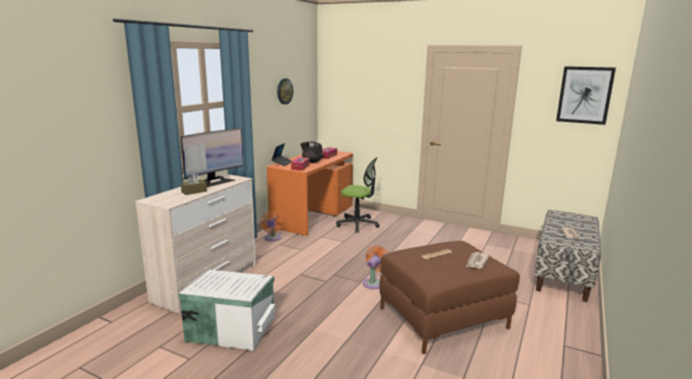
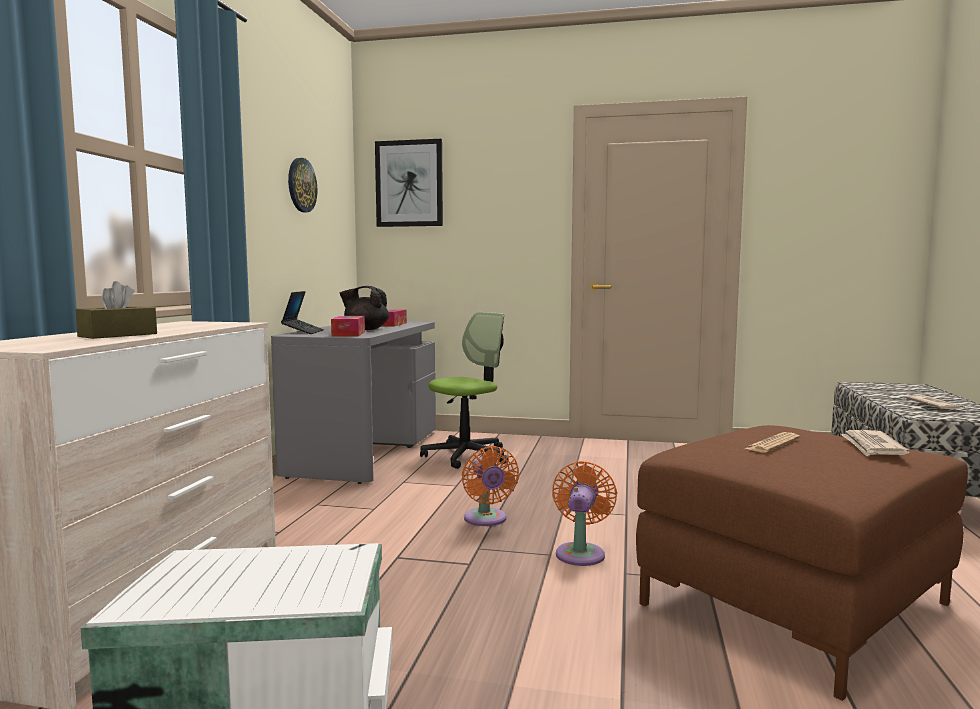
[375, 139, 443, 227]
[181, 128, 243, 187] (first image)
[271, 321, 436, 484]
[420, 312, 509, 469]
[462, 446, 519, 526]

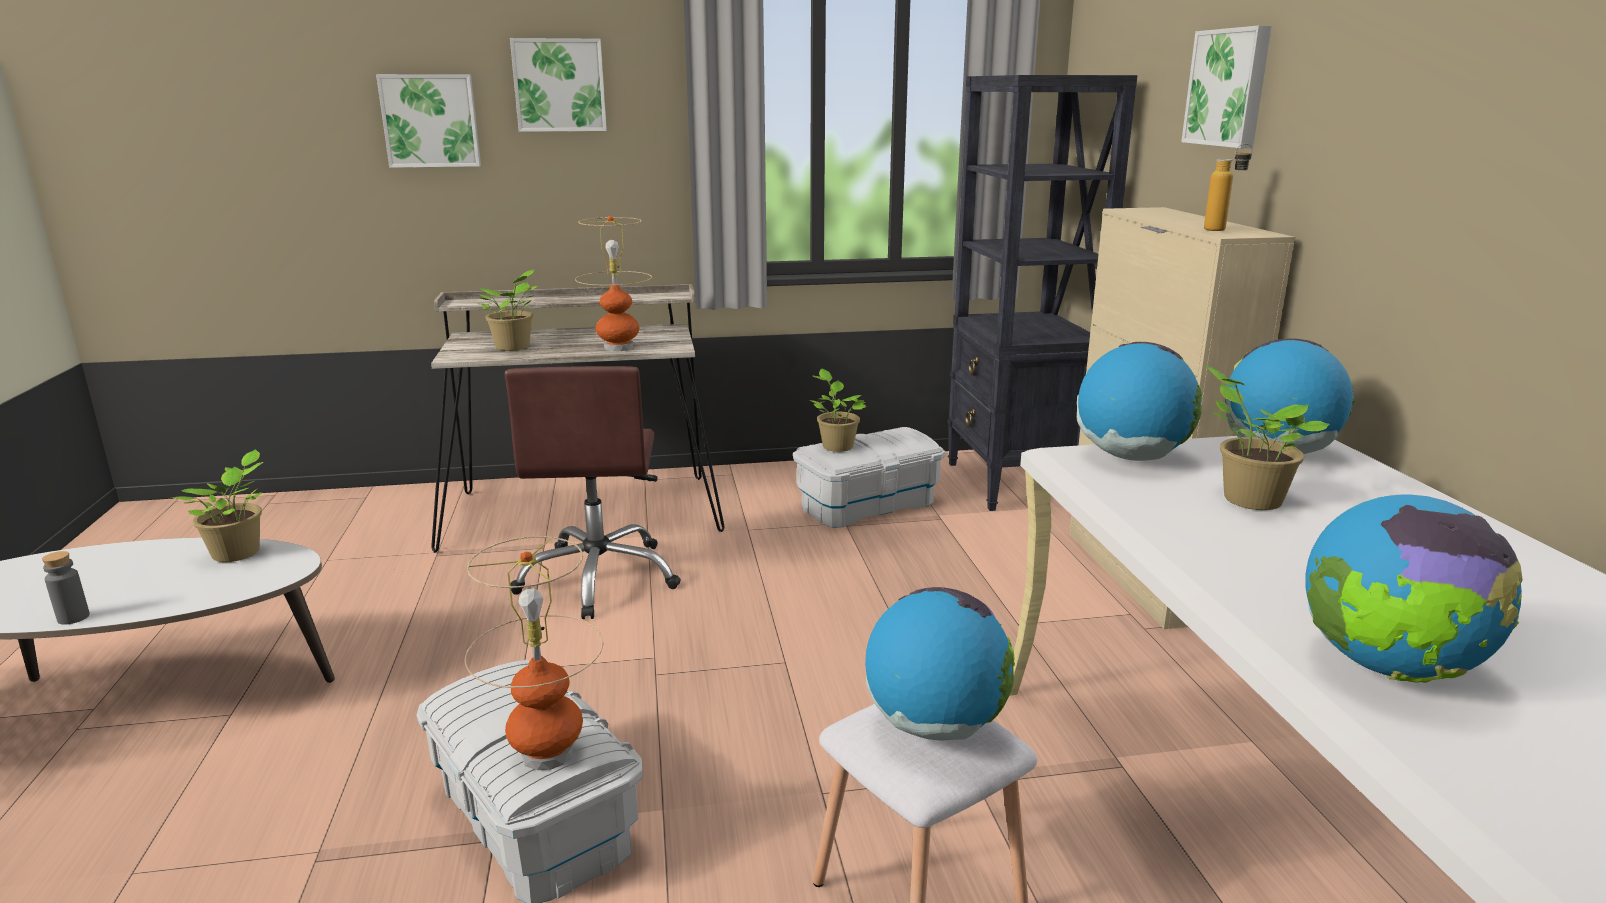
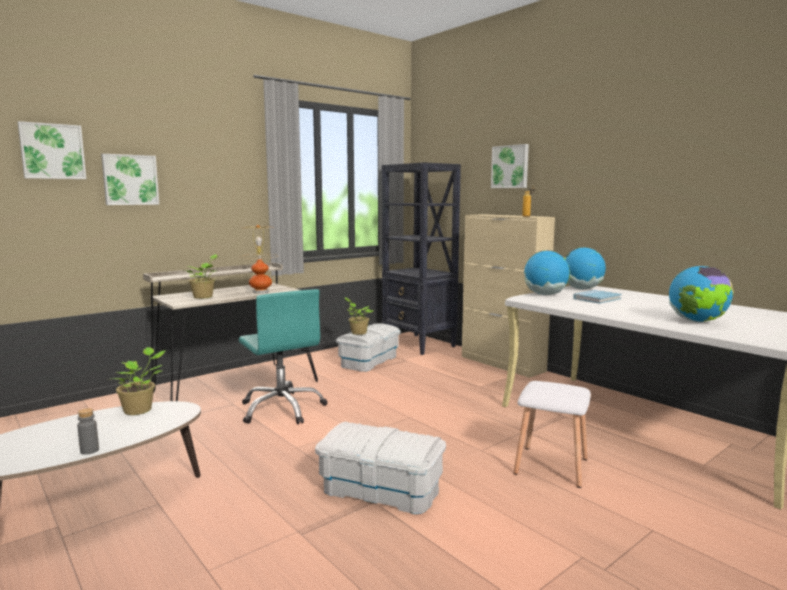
[18, 121, 86, 179]
[573, 290, 622, 304]
[239, 289, 328, 424]
[465, 536, 603, 770] (first image)
[865, 587, 1015, 740] (first image)

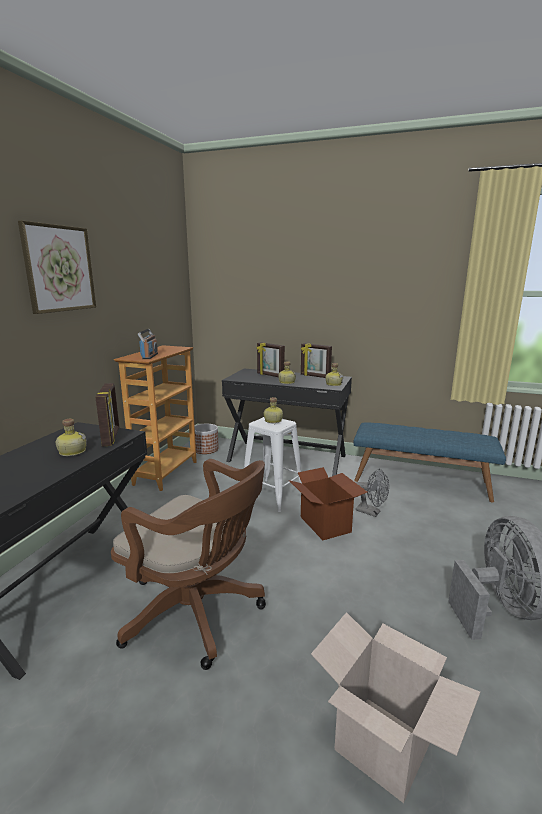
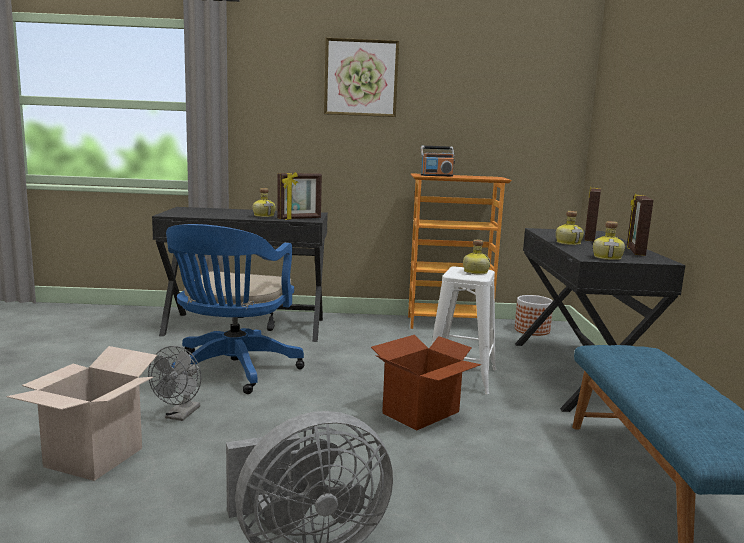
[166, 224, 304, 394]
[148, 346, 201, 421]

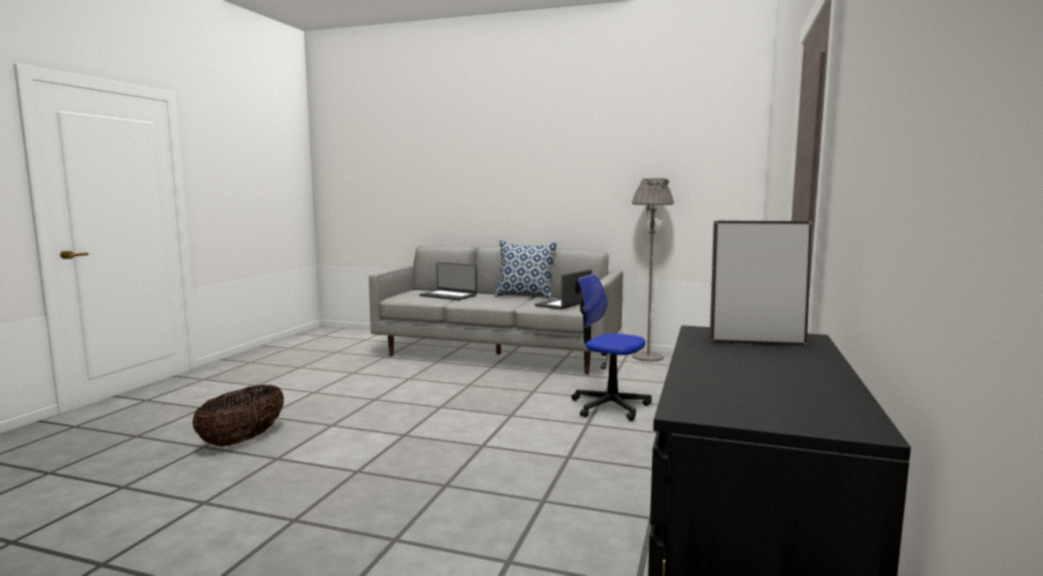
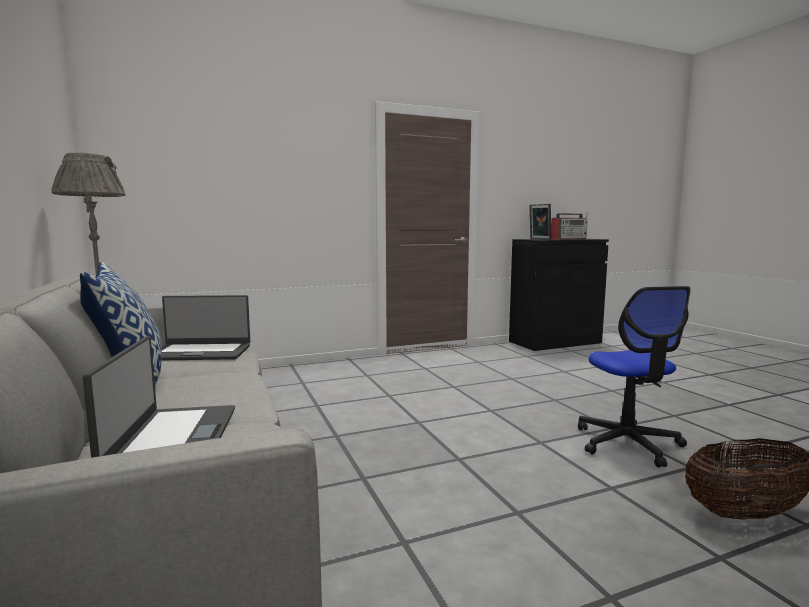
[578, 286, 691, 467]
[551, 213, 588, 240]

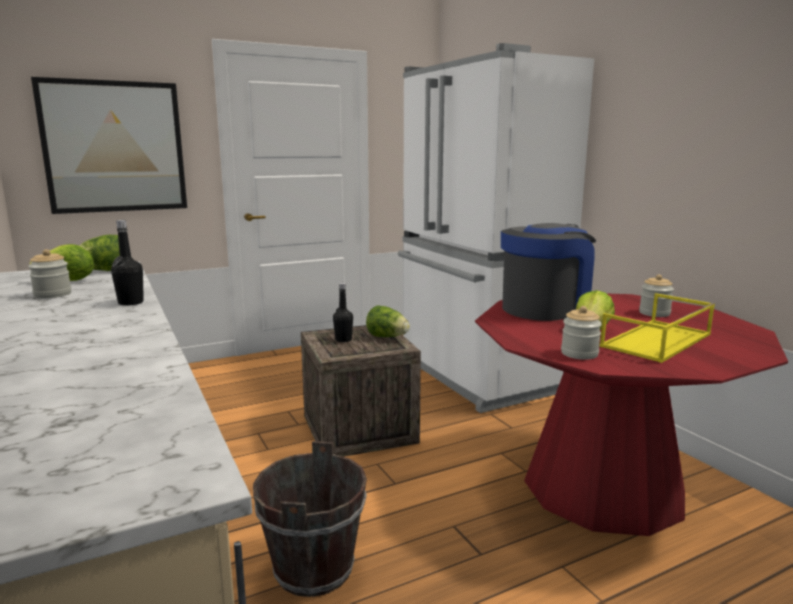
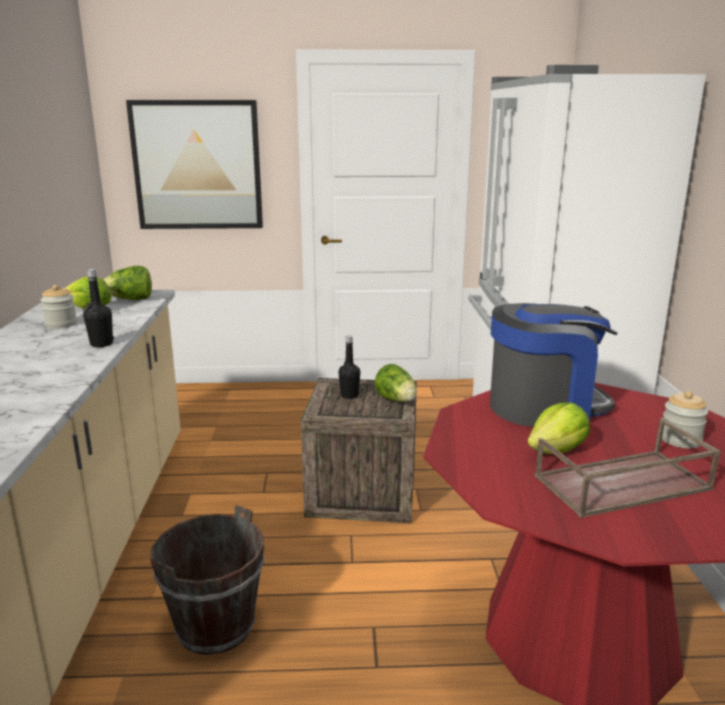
[535, 418, 721, 518]
[561, 306, 602, 360] (first image)

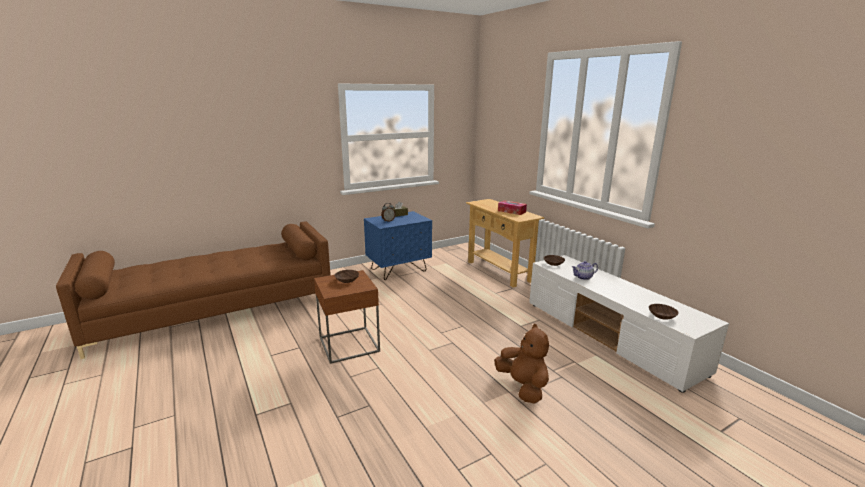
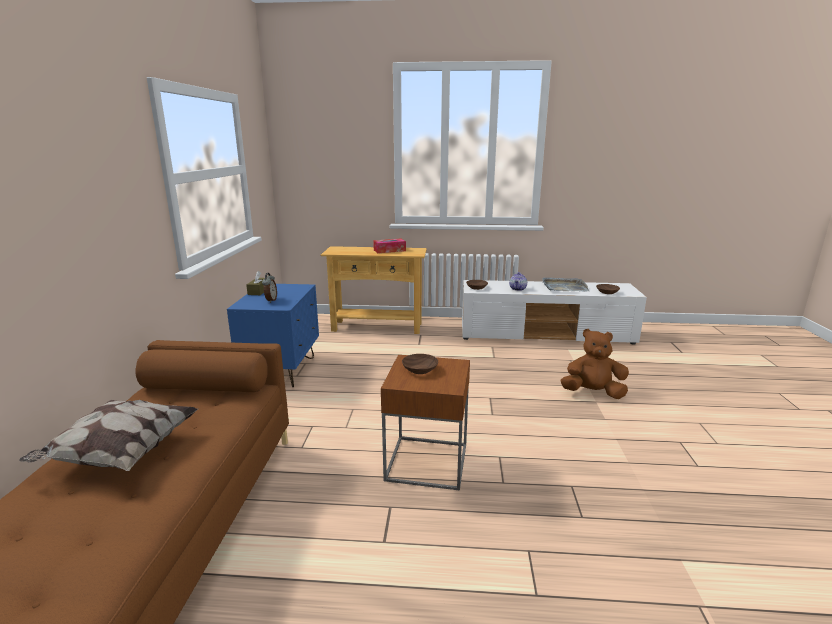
[542, 277, 589, 292]
[19, 400, 198, 471]

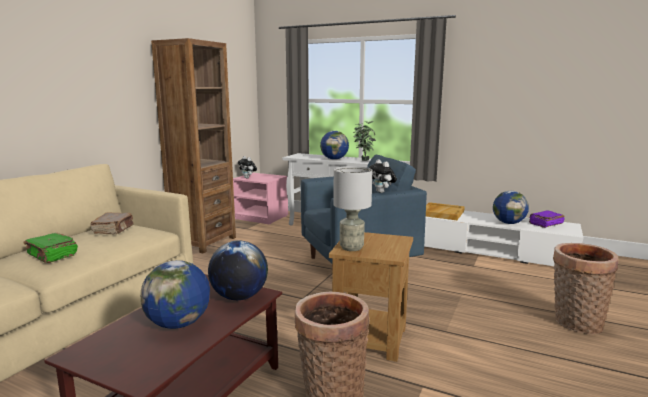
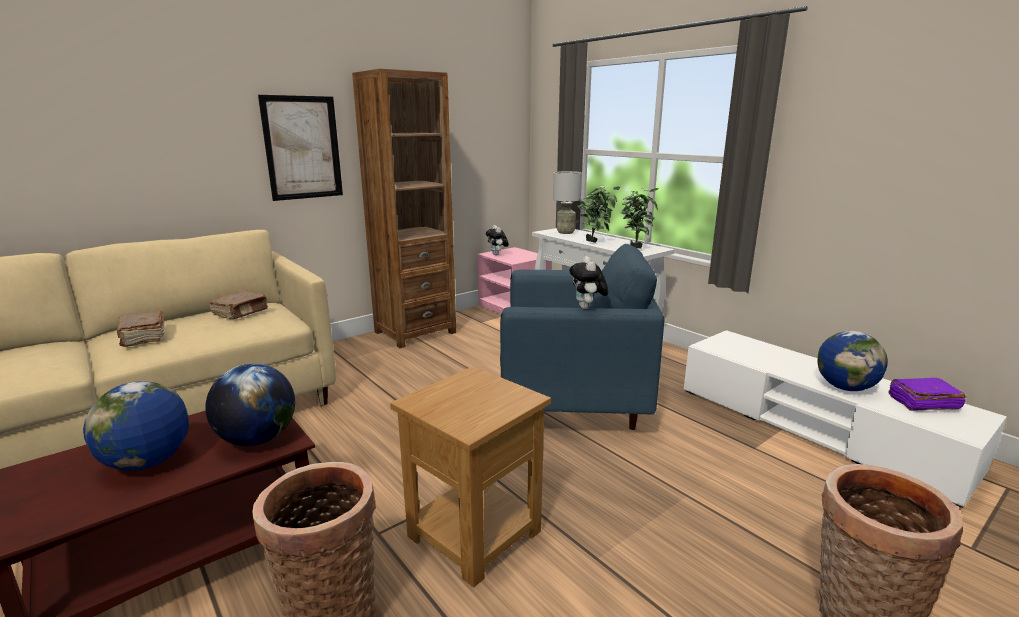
[577, 185, 620, 243]
[553, 171, 582, 234]
[426, 202, 465, 220] (first image)
[117, 310, 164, 347]
[258, 95, 343, 201]

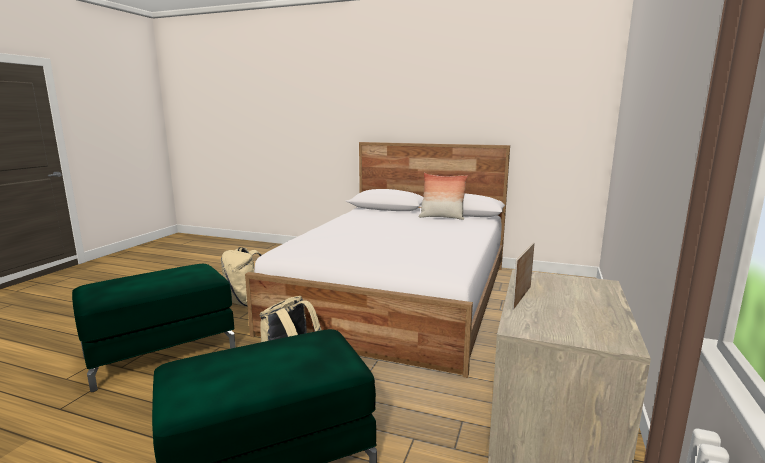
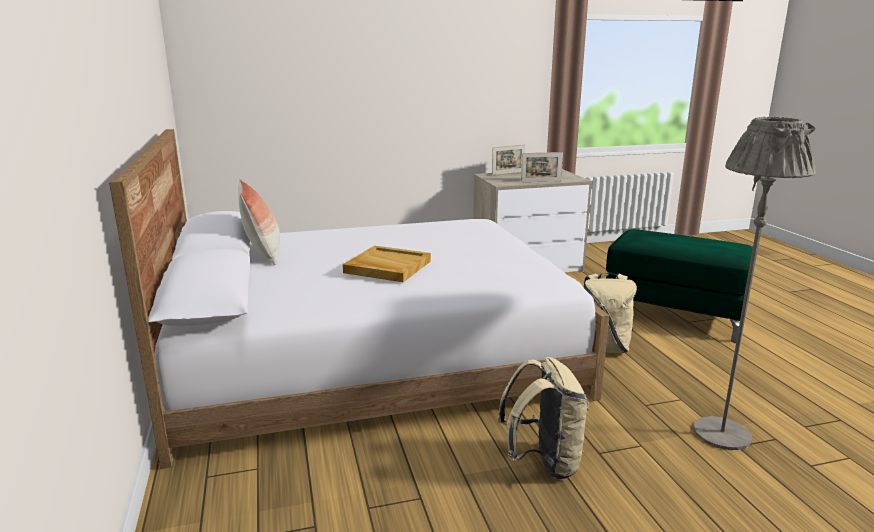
[693, 117, 816, 450]
[492, 145, 525, 175]
[343, 246, 431, 282]

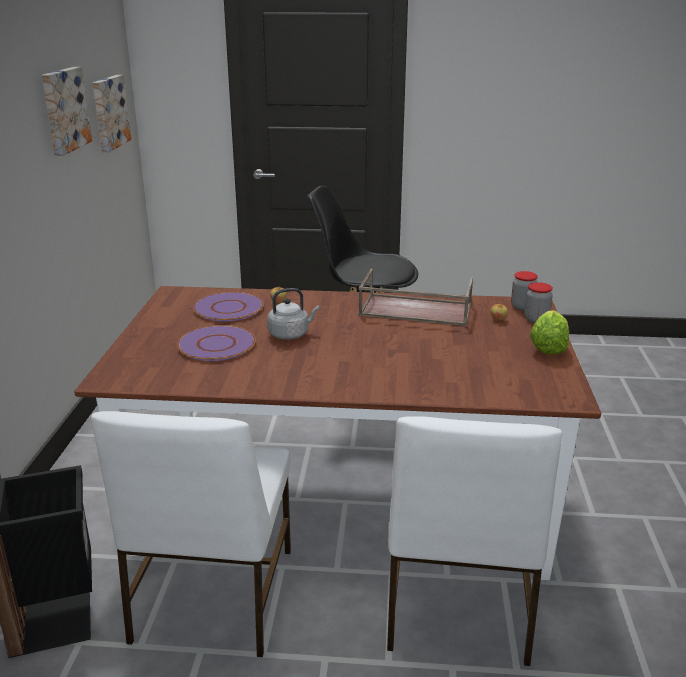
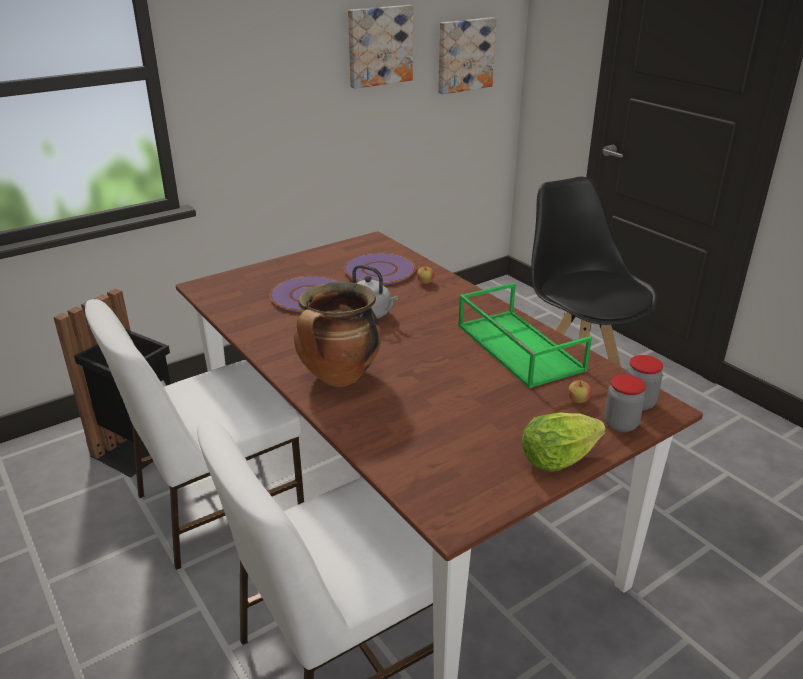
[458, 283, 592, 389]
[294, 282, 381, 387]

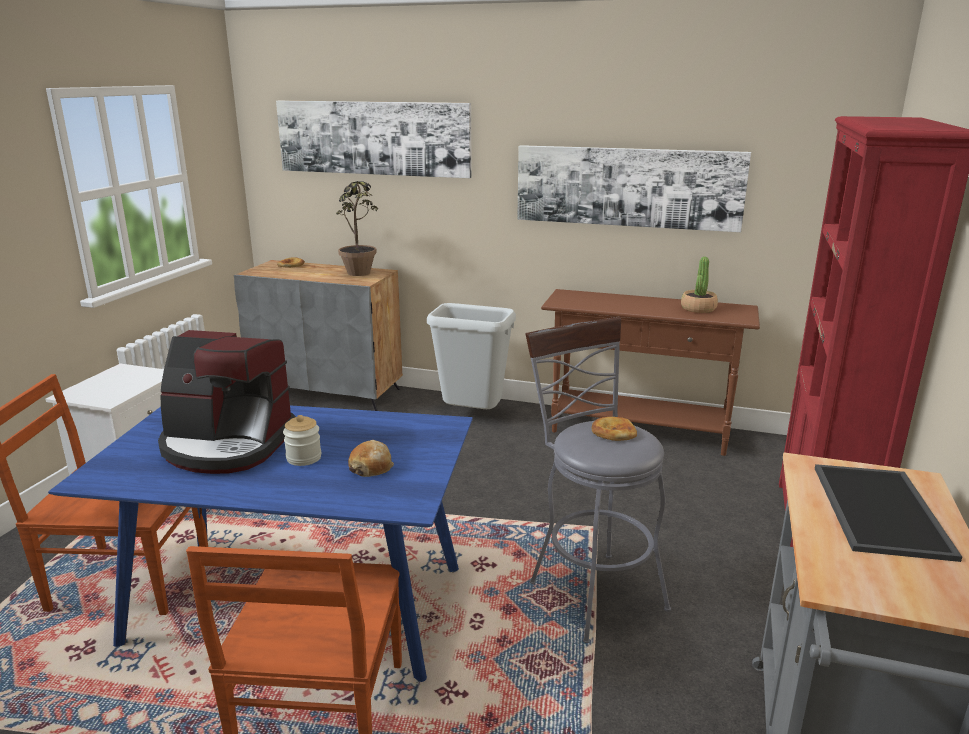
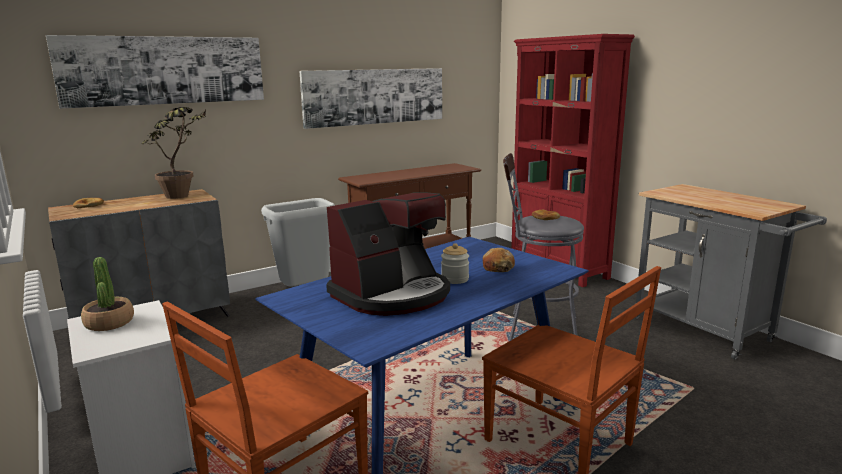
[81, 257, 134, 331]
[815, 464, 962, 562] (first image)

